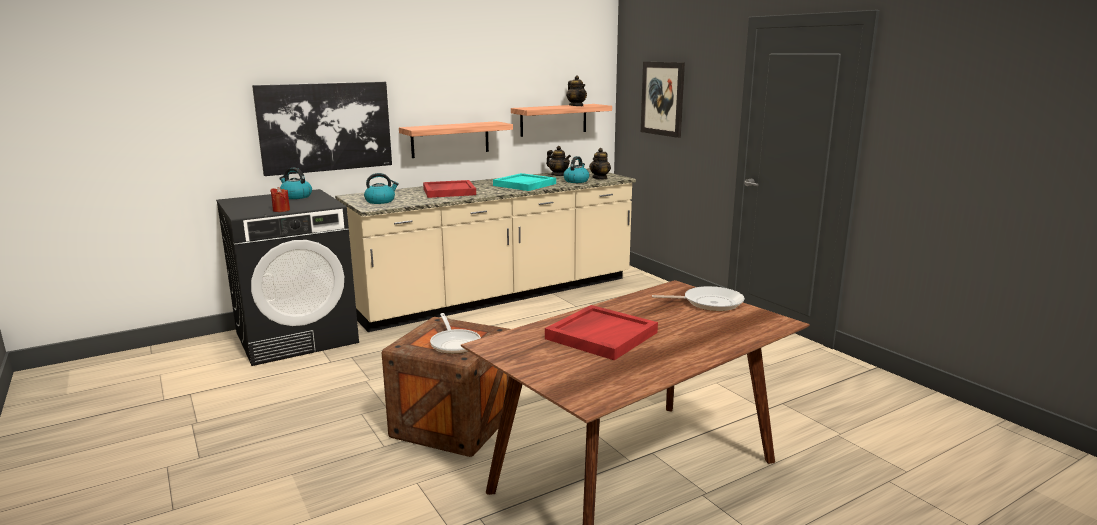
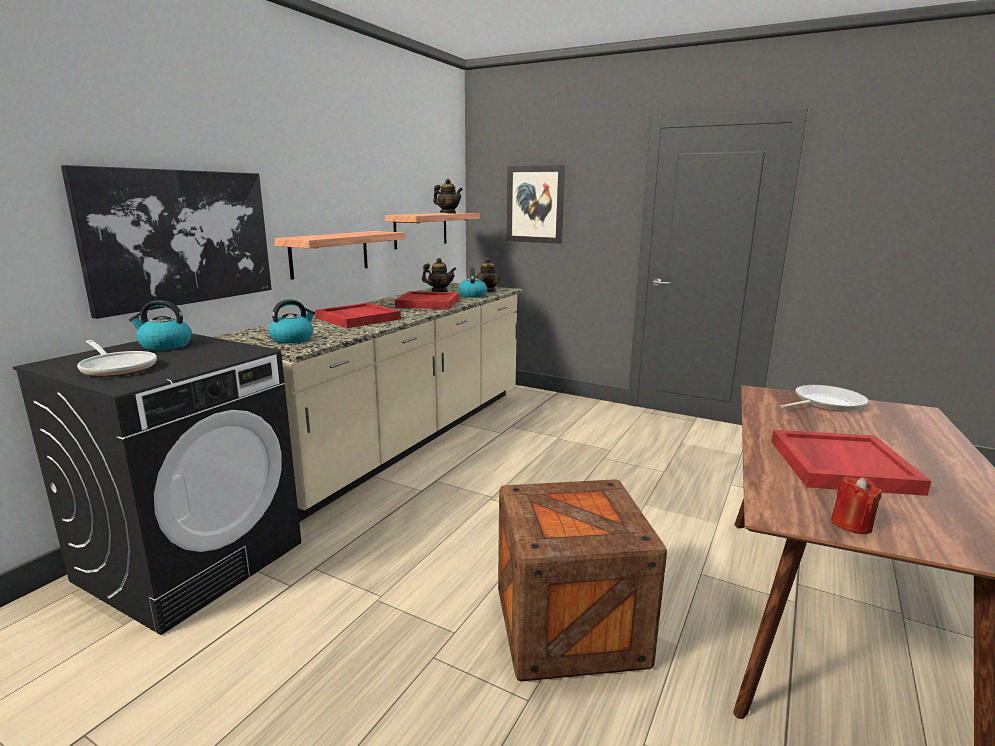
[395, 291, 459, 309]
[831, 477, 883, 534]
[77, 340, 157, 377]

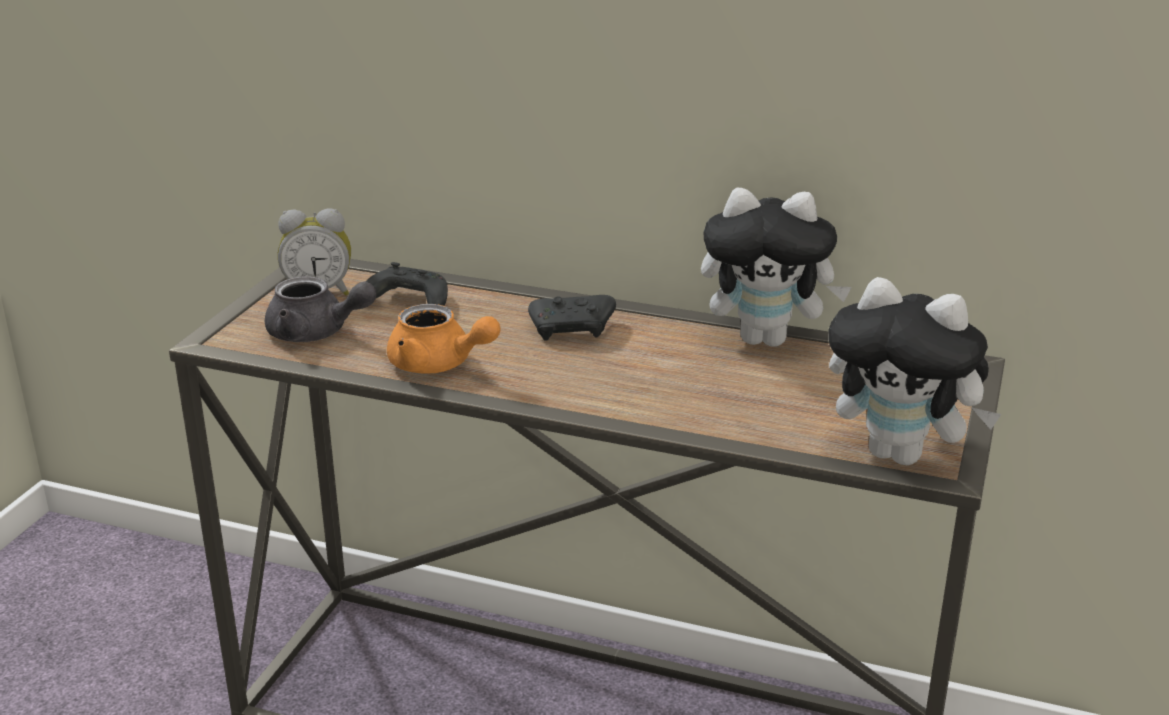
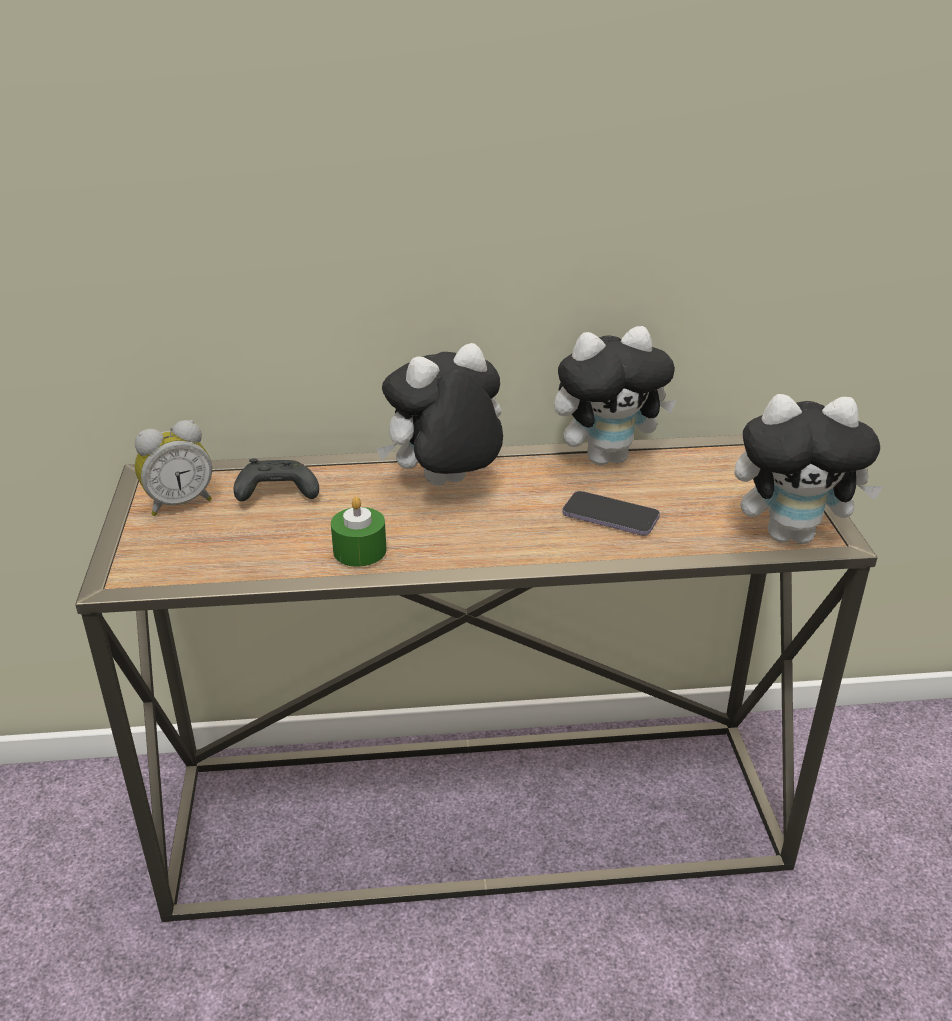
[265, 276, 377, 342] (first image)
[376, 343, 503, 485]
[331, 496, 387, 567]
[562, 491, 660, 535]

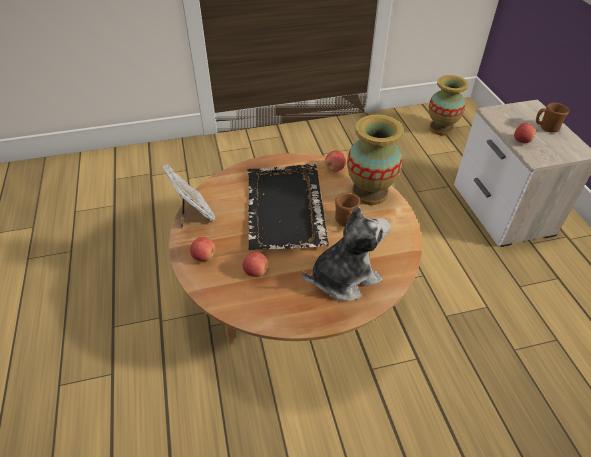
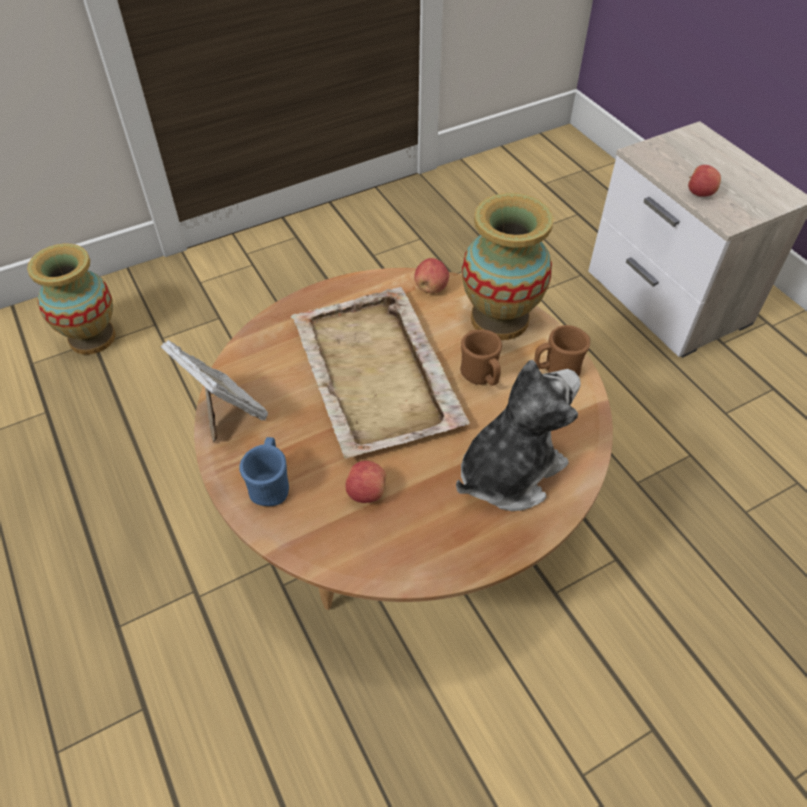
[27, 244, 115, 355]
[535, 325, 590, 376]
[291, 287, 470, 459]
[239, 437, 289, 506]

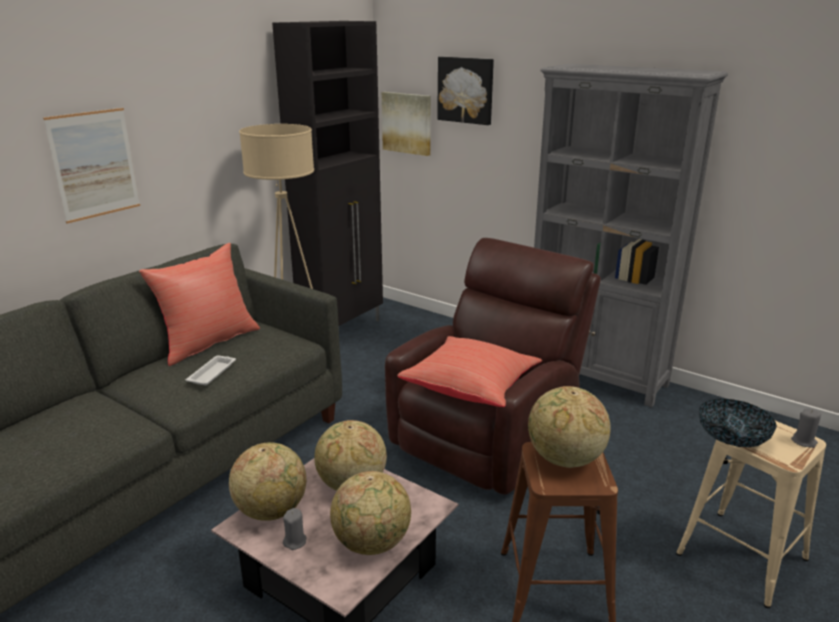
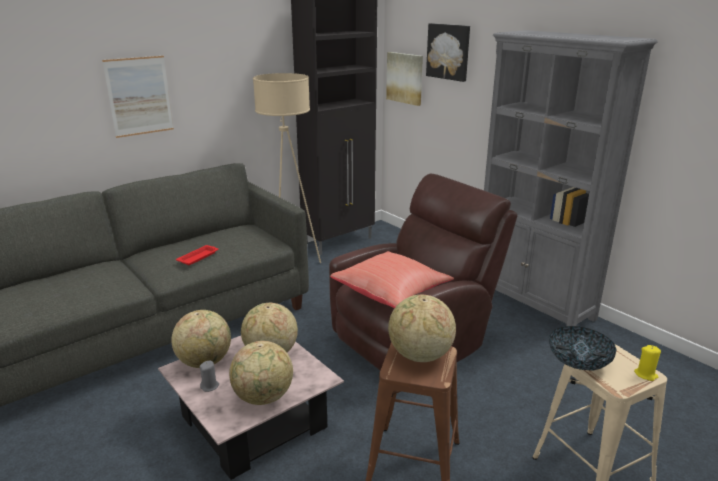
[139, 243, 260, 366] (first image)
[176, 245, 219, 265]
[634, 345, 661, 381]

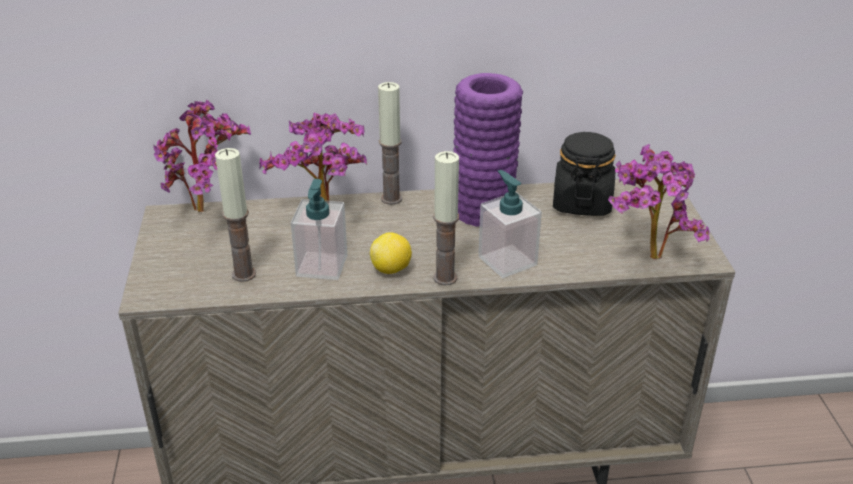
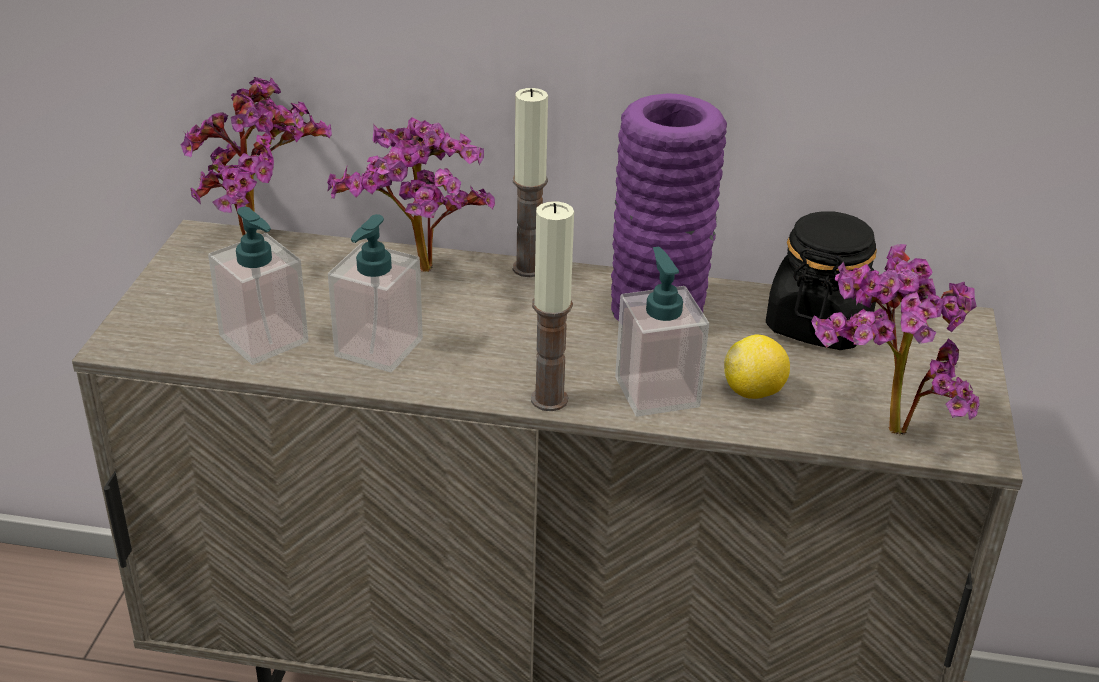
[208, 207, 309, 365]
[724, 335, 790, 399]

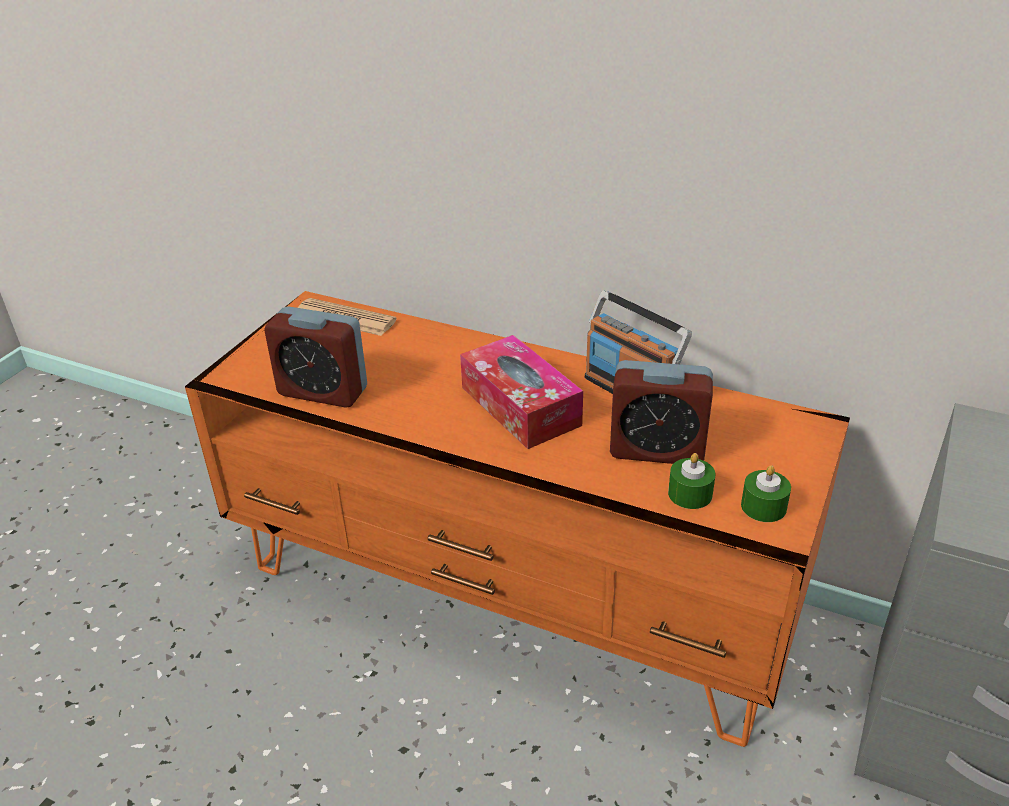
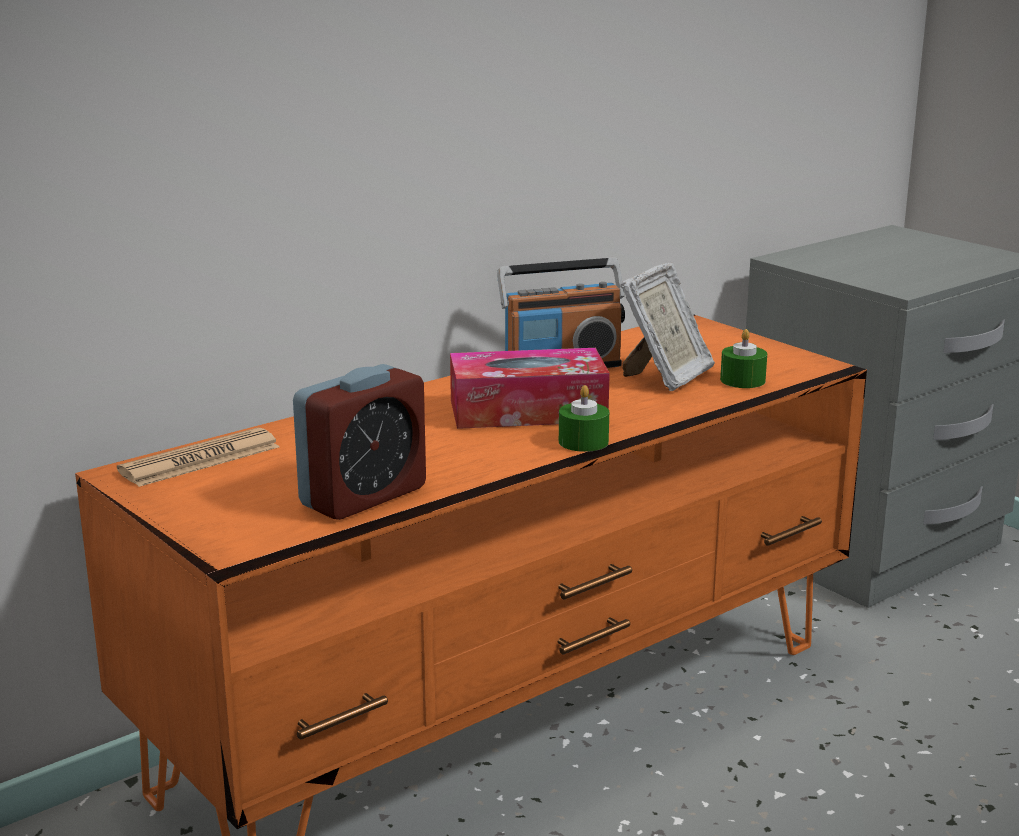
[621, 262, 715, 391]
[559, 385, 609, 452]

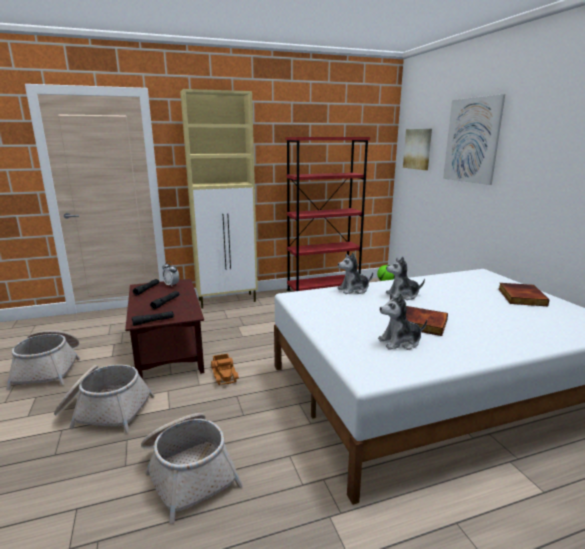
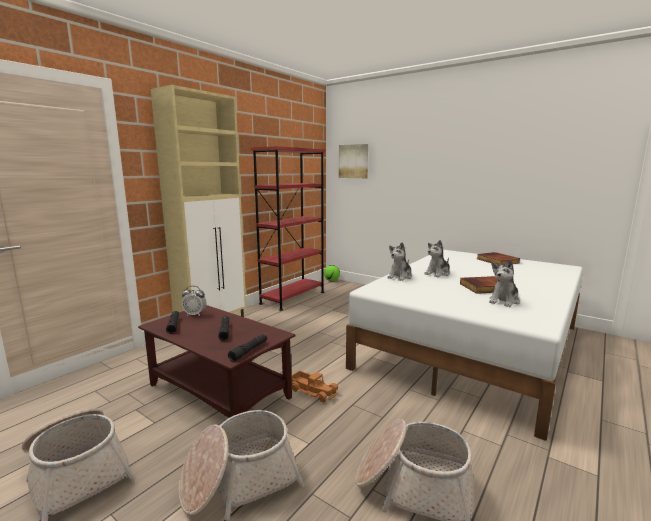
[443, 94, 505, 185] (first image)

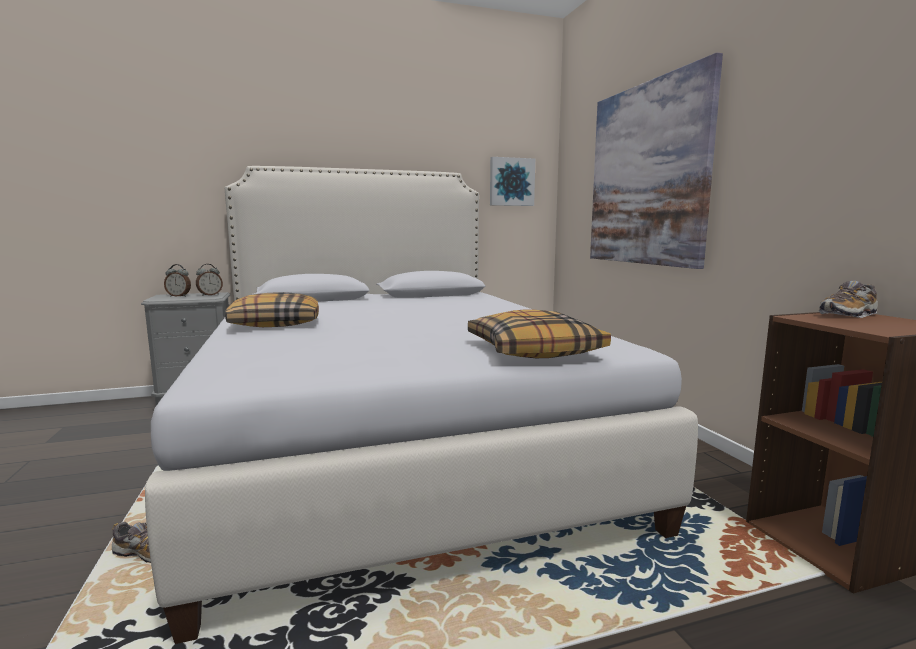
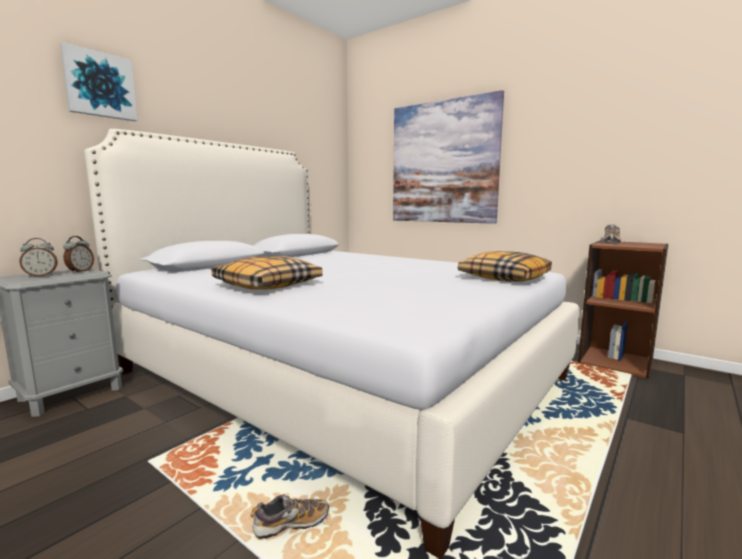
[60, 42, 138, 121]

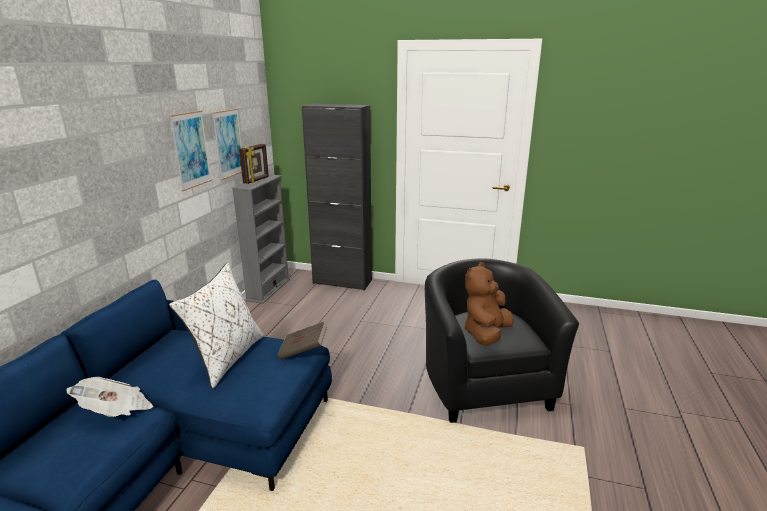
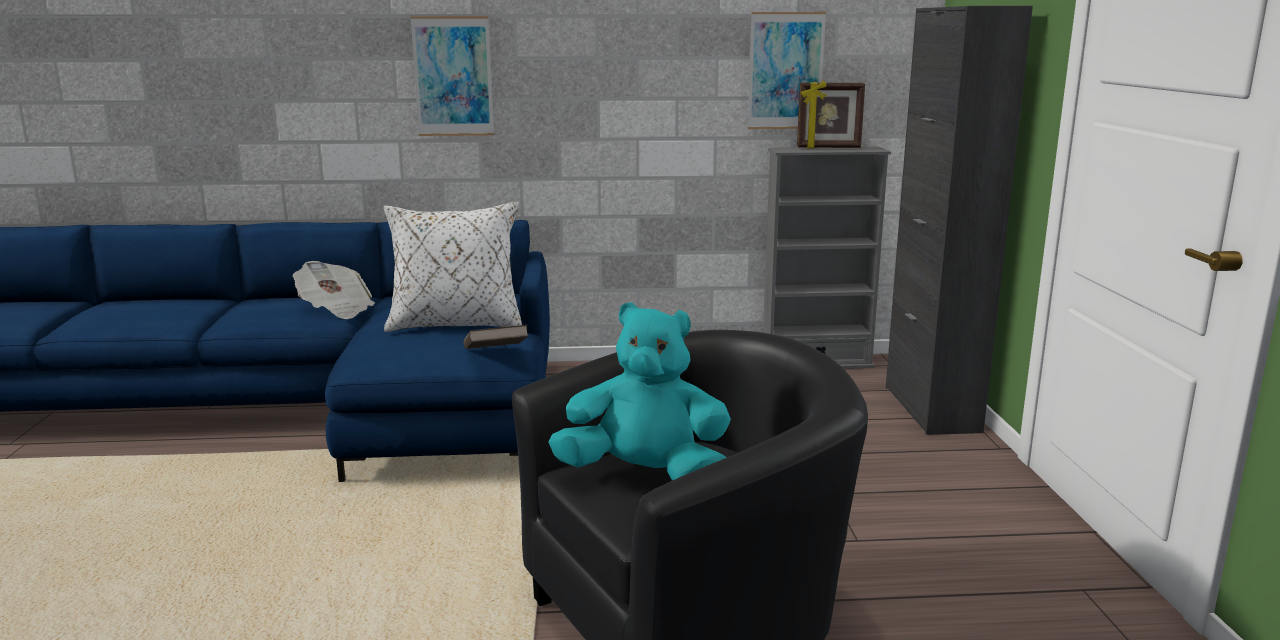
[410, 16, 494, 136]
[548, 302, 731, 480]

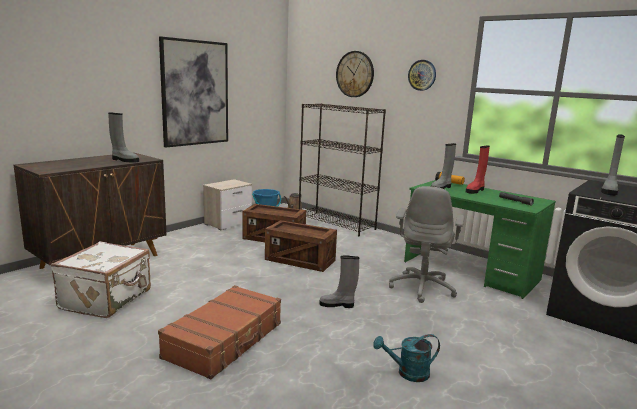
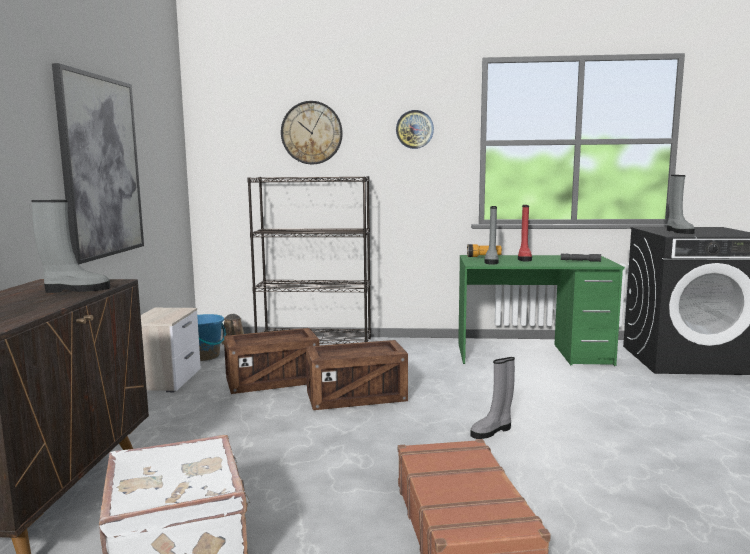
[389, 186, 465, 303] (first image)
[373, 334, 440, 382] (first image)

